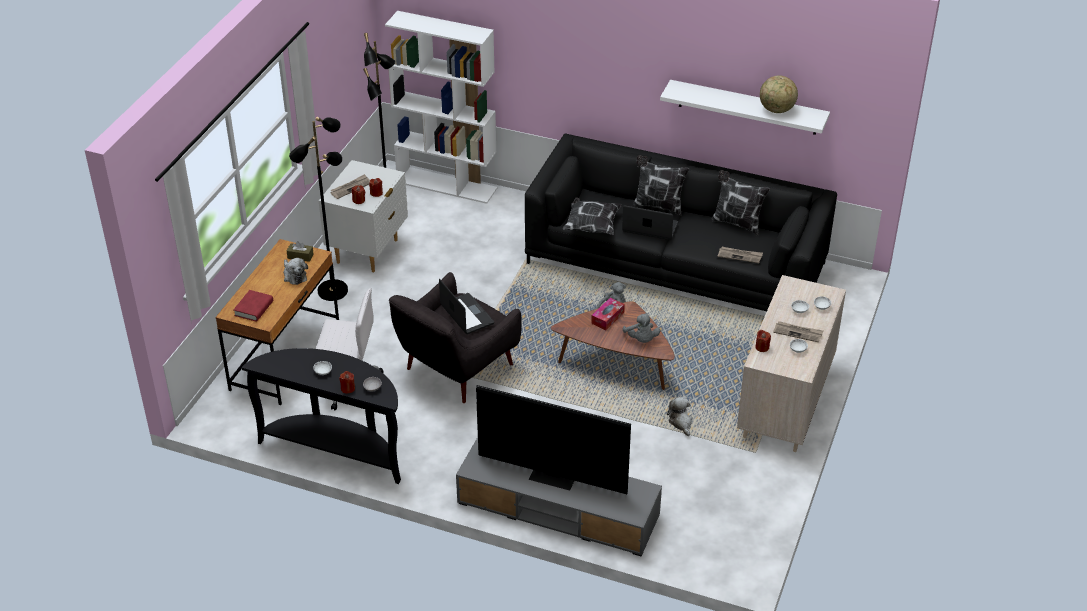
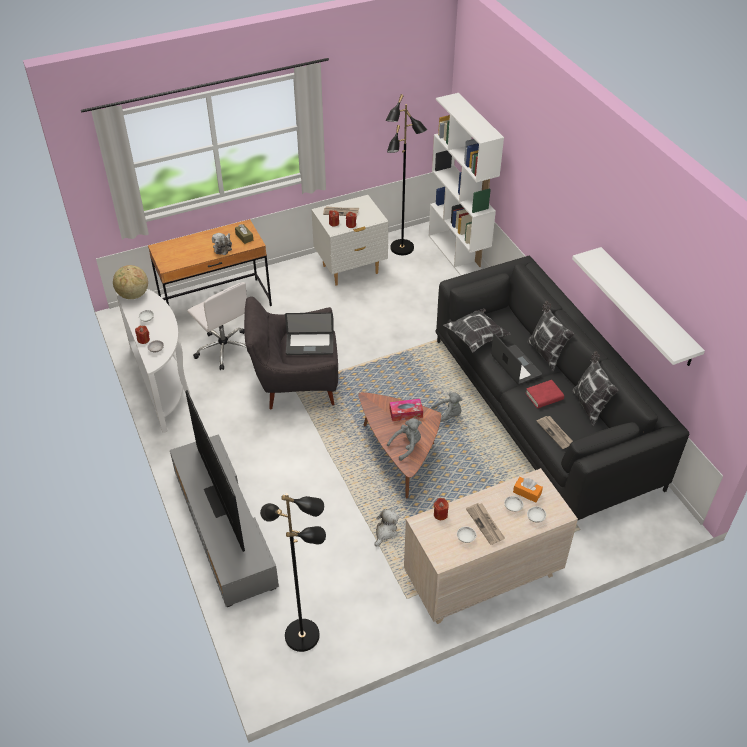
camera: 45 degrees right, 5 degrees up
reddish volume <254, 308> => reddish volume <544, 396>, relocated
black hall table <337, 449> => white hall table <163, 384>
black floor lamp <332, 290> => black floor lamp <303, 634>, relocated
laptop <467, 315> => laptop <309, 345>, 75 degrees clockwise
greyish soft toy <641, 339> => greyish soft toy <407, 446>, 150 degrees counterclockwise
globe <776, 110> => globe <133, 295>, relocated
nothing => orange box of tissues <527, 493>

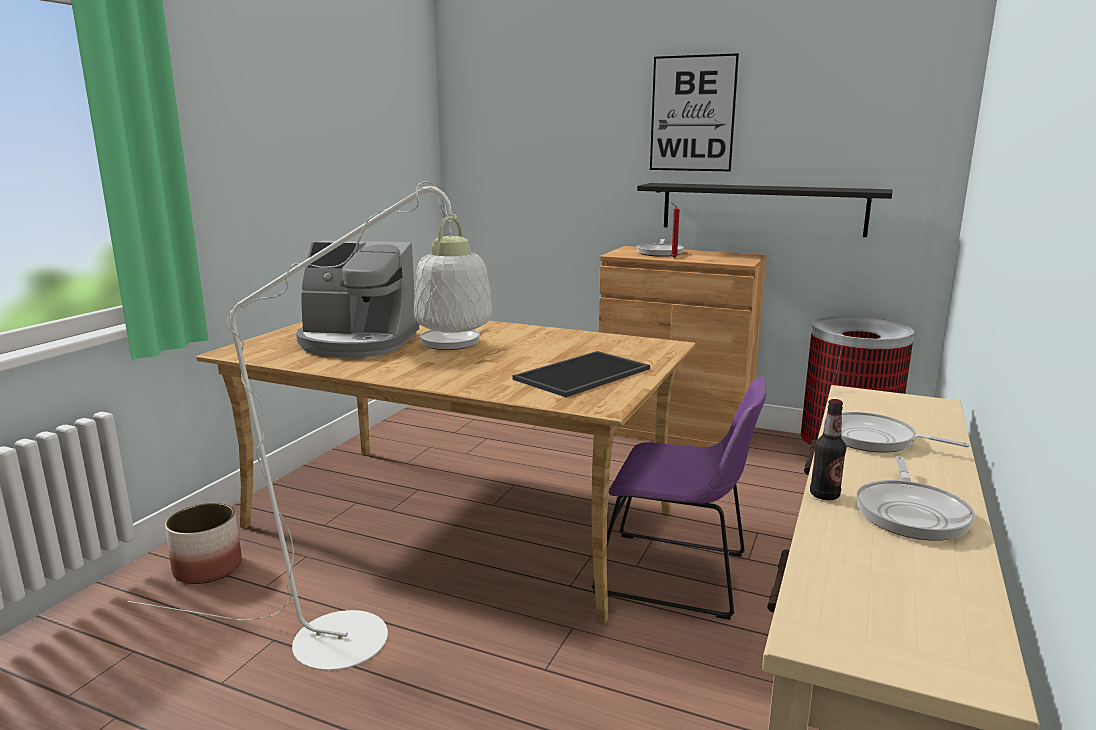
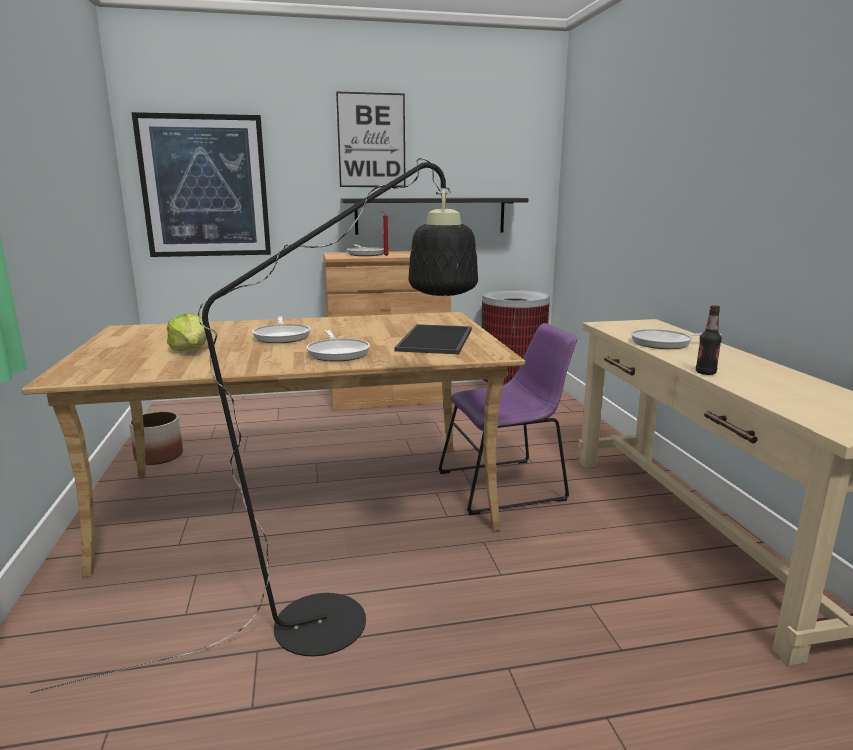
camera: 35 degrees left, 0 degrees up
white floor lamp <364, 642> => black floor lamp <344, 616>
planter <208, 568> => planter <159, 456>, relocated
coffee brewer <357, 342> => lettuce <191, 350>
frying pan <911, 513> => frying pan <338, 353>, relocated
nothing => wall art <205, 187>

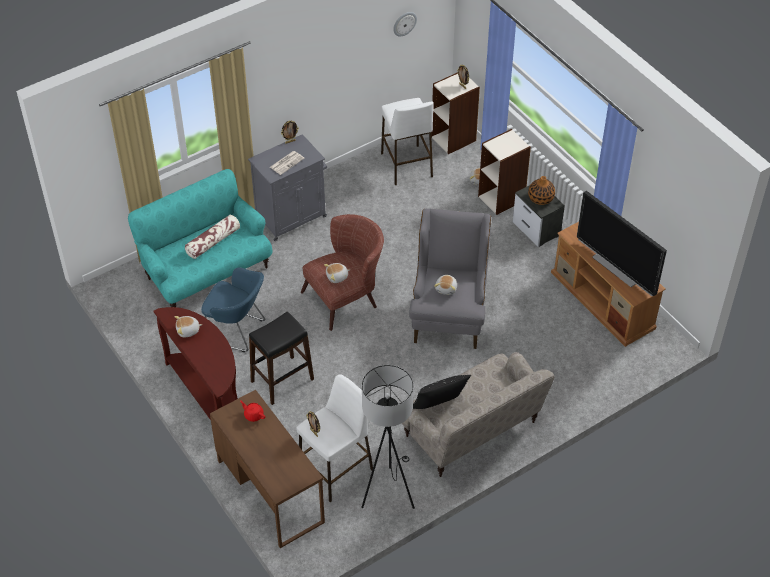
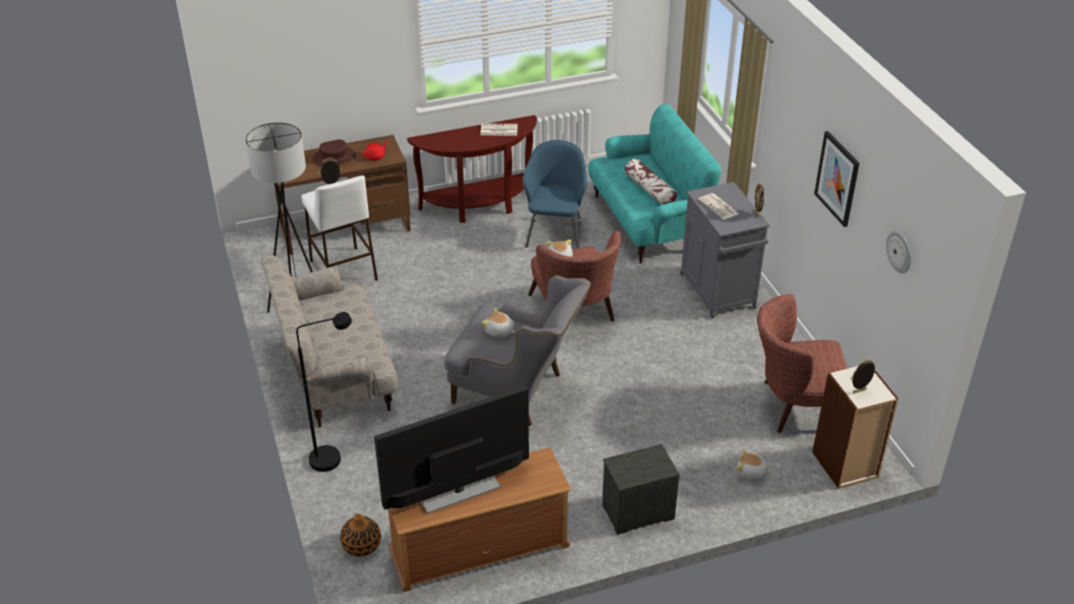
camera: 105 degrees right, 10 degrees down
soft toy <188, 331> => newspaper <498, 130>
blue-coloured easy chair <237, 331> => blue-coloured easy chair <555, 233>, 150 degrees clockwise
black stool <282, 380> => nothing
white stool <406, 165> => brownish easy chair <795, 406>
black cushion <439, 407> => nothing
bookshelf <502, 198> => nothing
vase <541, 198> => vase <361, 545>, relocated
nothing => black floor lamp <333, 457>
nothing => brownish wearable hat <334, 158>
nothing => wall art <837, 178>

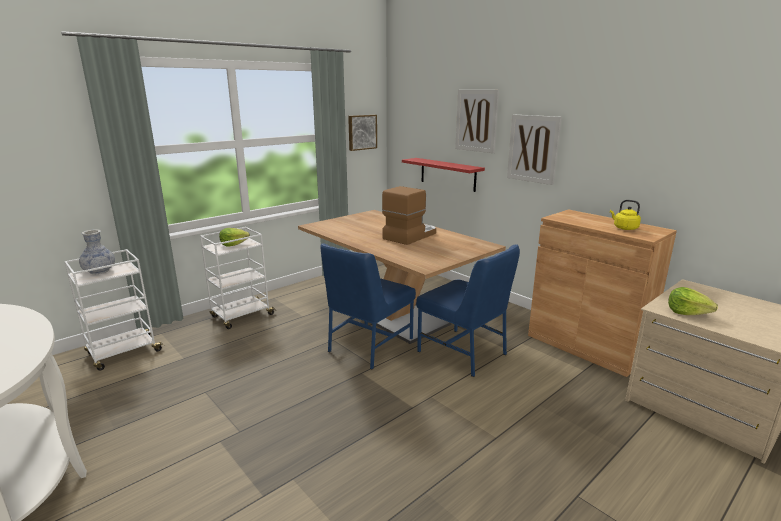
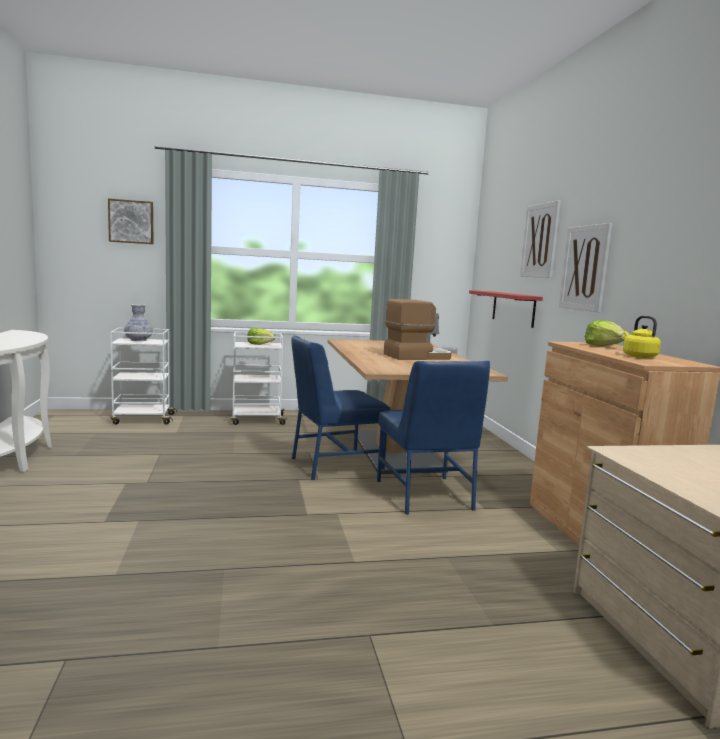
camera: 30 degrees right, 10 degrees down
wall art <362, 132> => wall art <131, 222>, relocated
lettuce <687, 312> => lettuce <603, 346>, relocated

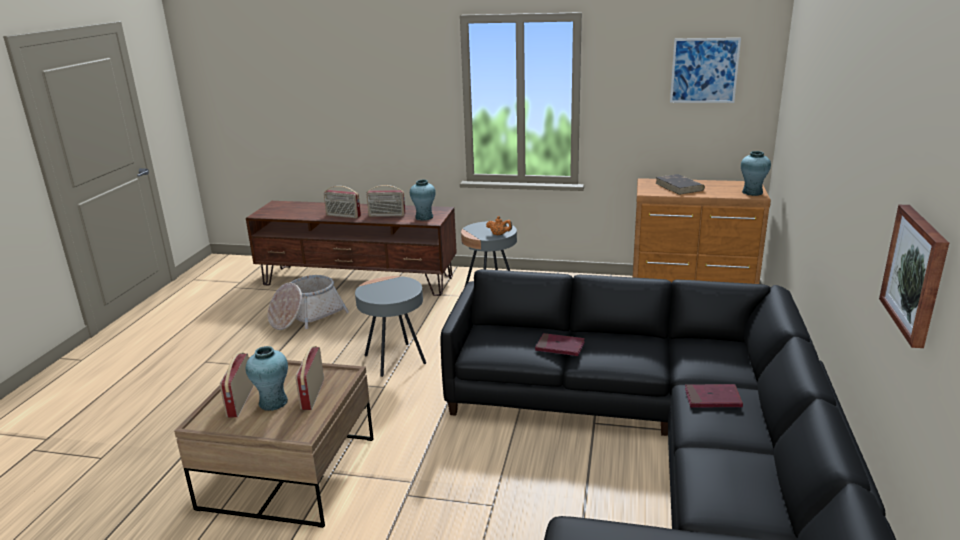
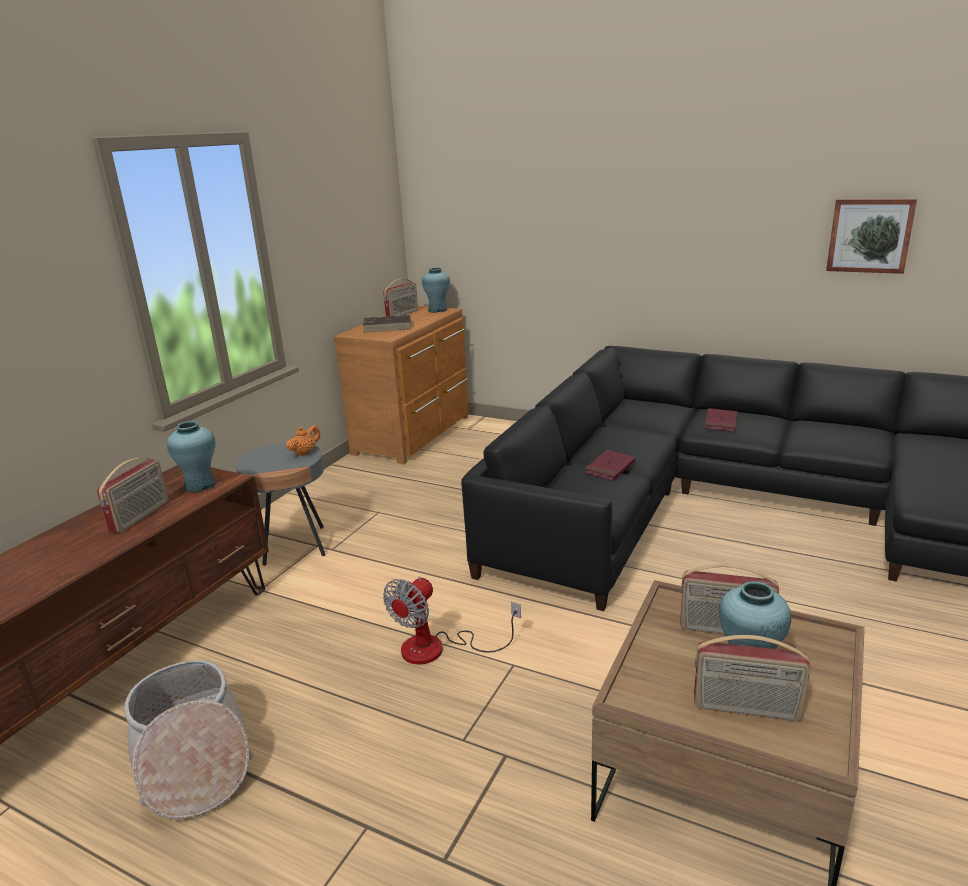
camera: 75 degrees left, 0 degrees up
radio receiver <343, 216> => radio receiver <402, 314>, relocated
greyish accent table <395, 359> => electric fan <438, 648>
wall art <704, 70> => nothing

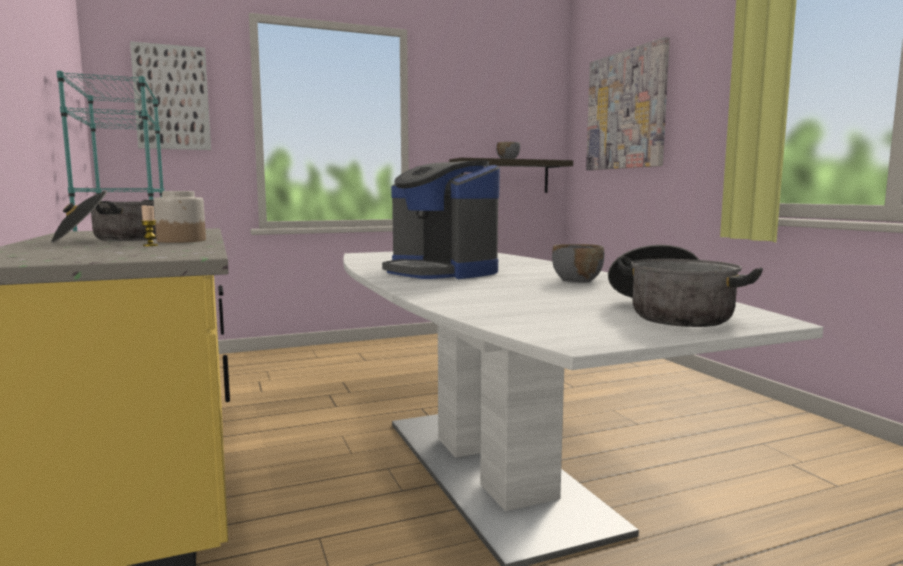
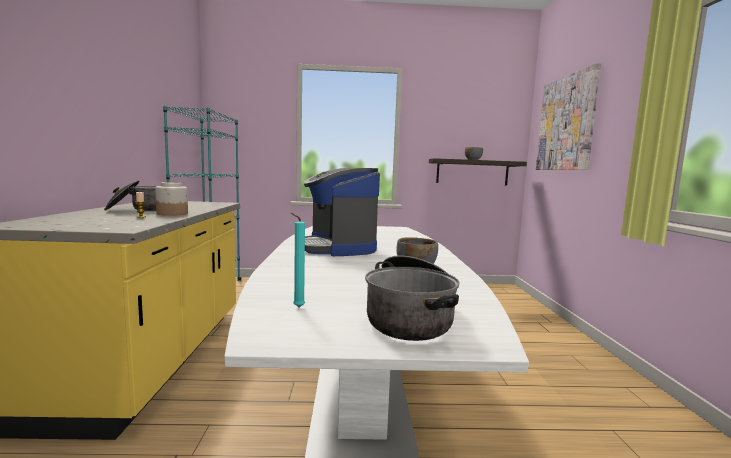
camera: 20 degrees right, 0 degrees up
wall art <172, 98> => nothing
nothing => turquoise wax light <297, 308>

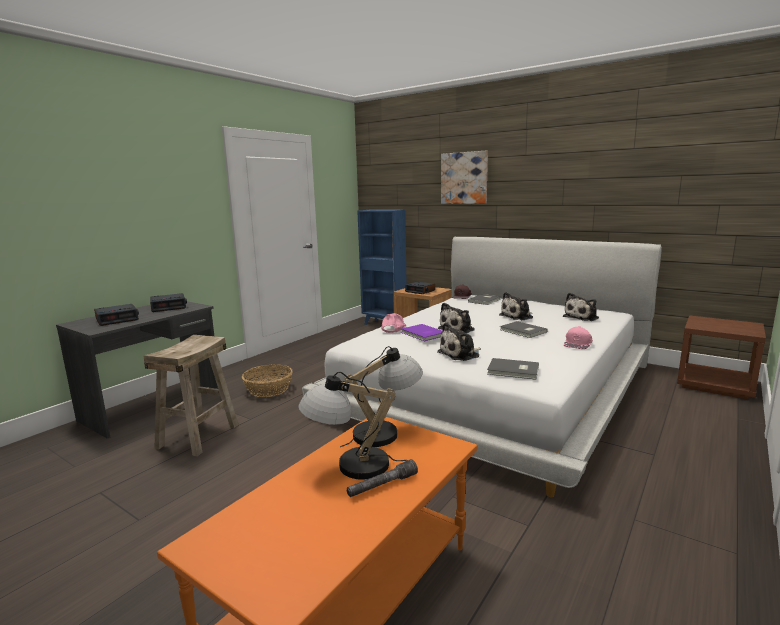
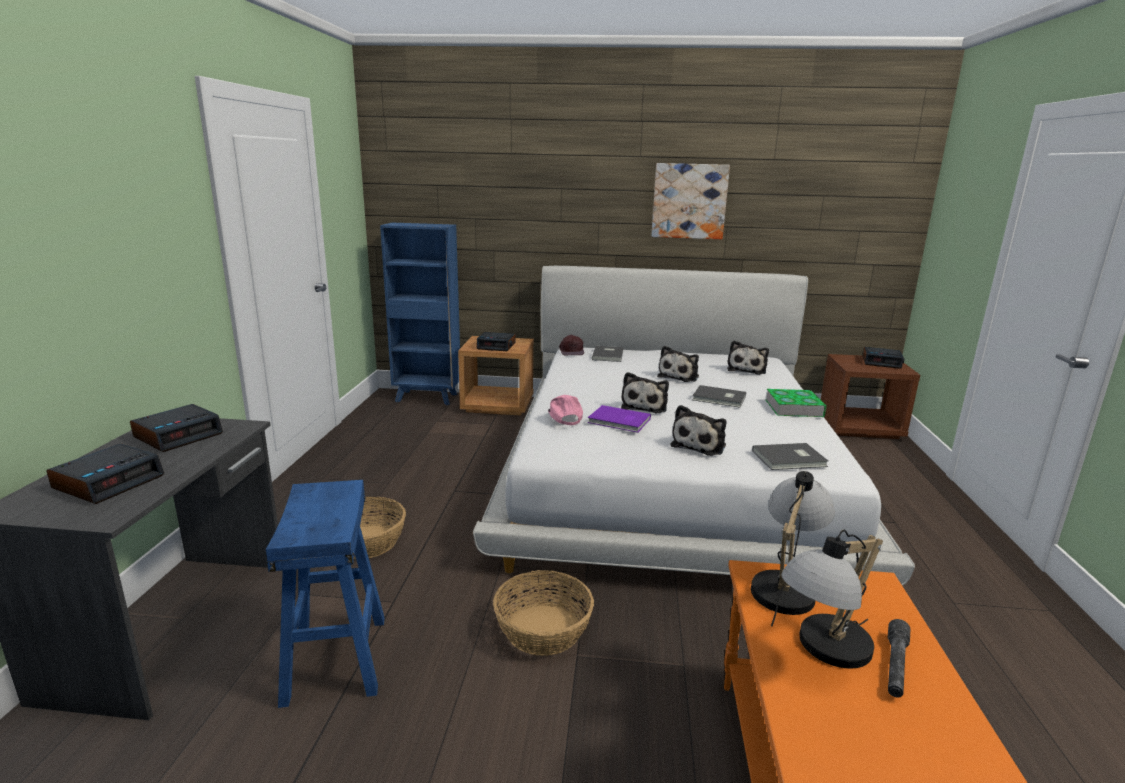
camera: 30 degrees left, 5 degrees up
sand-coloured stool <198, 436> => blue-coloured stool <337, 658>
wall art <464, 178> => wall art <689, 201>, relocated
pinkish cap <578, 344> => volume <794, 408>
nothing => household basket <542, 629>
nothing => table clock <881, 362>

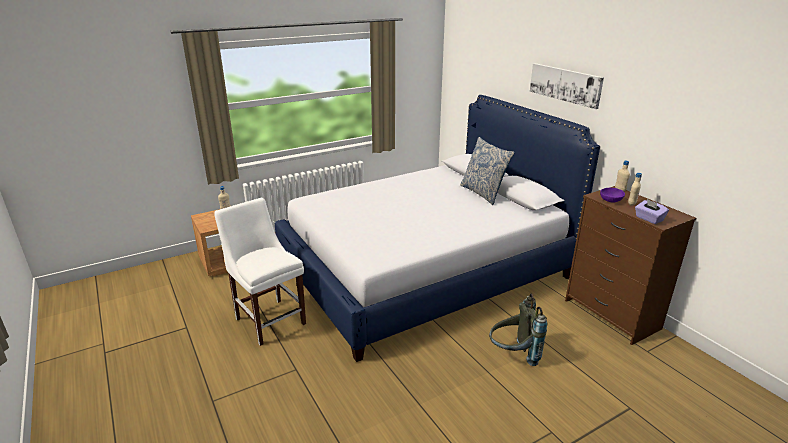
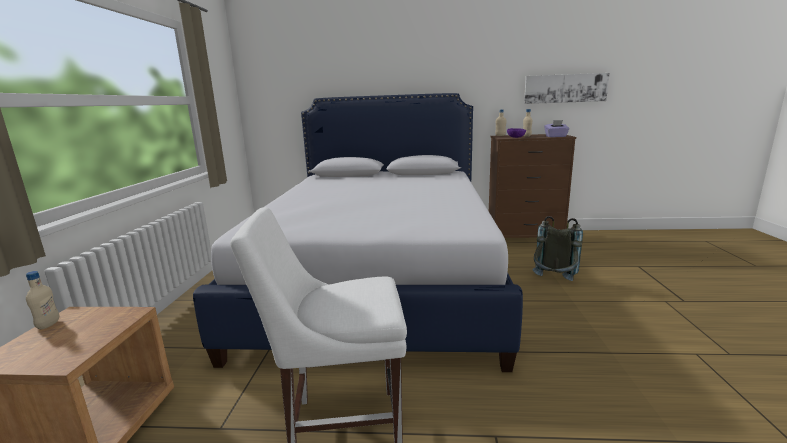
camera: 55 degrees left, 10 degrees down
cushion <483, 193> => nothing
wall art <565, 84> => wall art <565, 88>, relocated

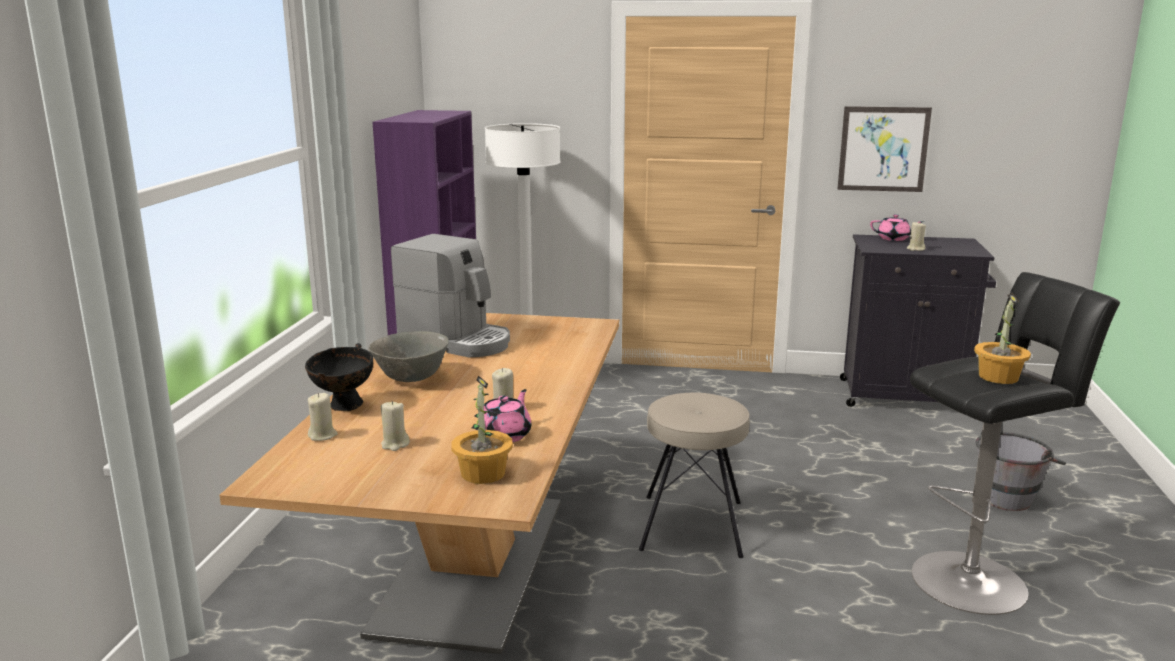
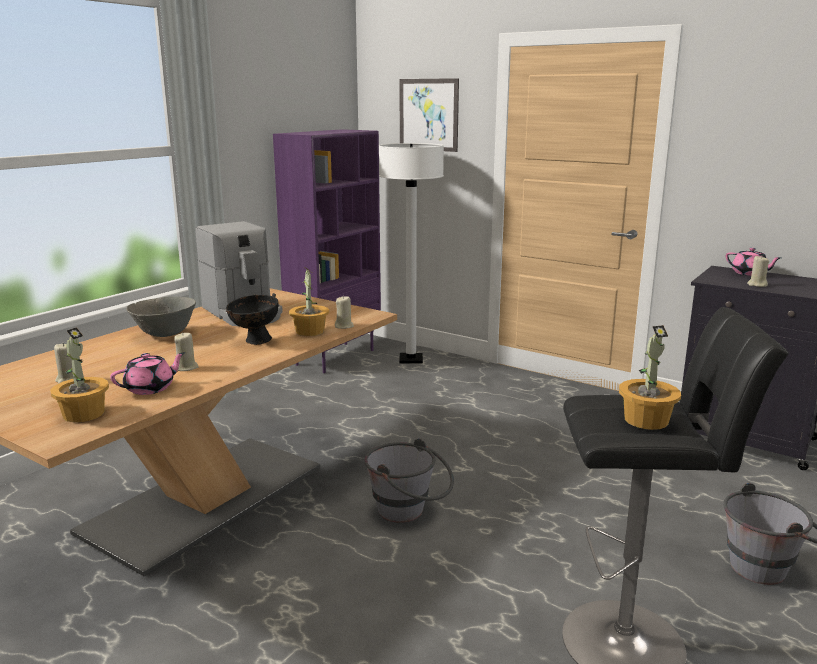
camera: 25 degrees right, 0 degrees up
black serving bowl <343, 408> => black serving bowl <254, 342>, relocated
sand-coloured wax light <323, 435> => sand-coloured wax light <344, 326>, relocated
sand-coloured stool <693, 525> => greyish water bucket <409, 512>
wall art <883, 149> => wall art <428, 115>, relocated
nothing => houseplant <309, 331>

